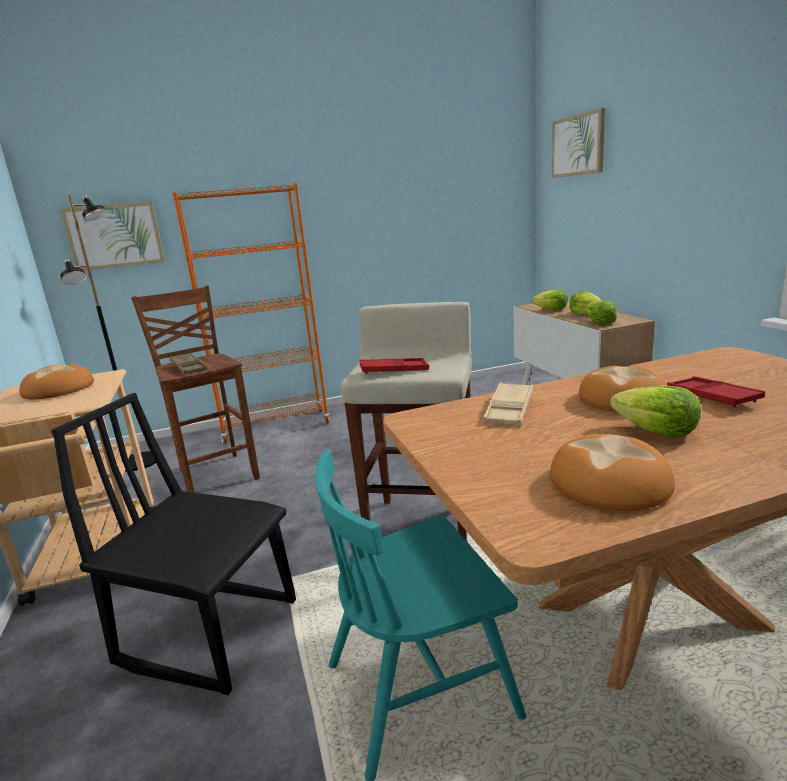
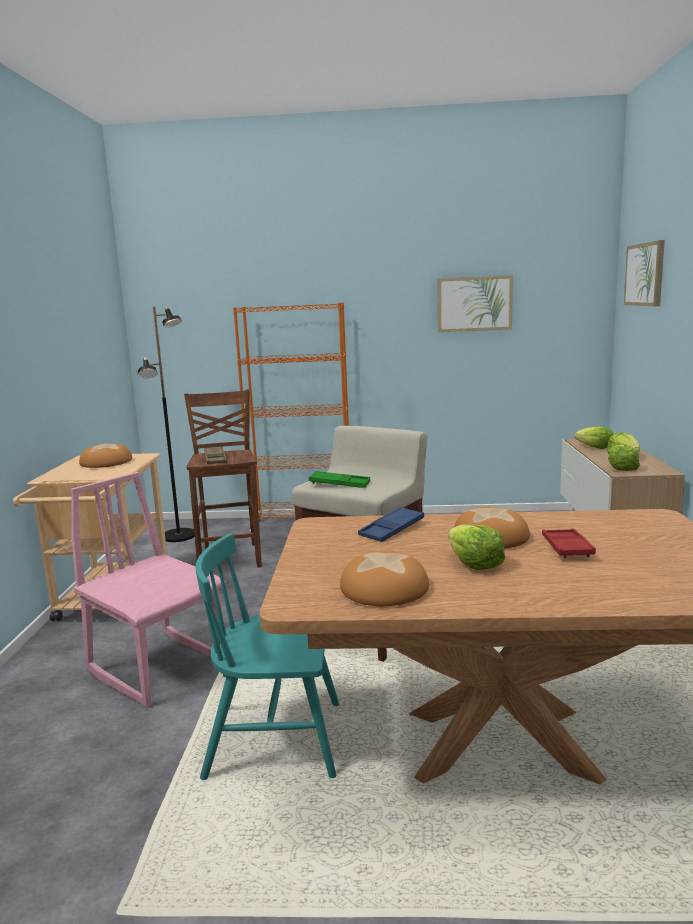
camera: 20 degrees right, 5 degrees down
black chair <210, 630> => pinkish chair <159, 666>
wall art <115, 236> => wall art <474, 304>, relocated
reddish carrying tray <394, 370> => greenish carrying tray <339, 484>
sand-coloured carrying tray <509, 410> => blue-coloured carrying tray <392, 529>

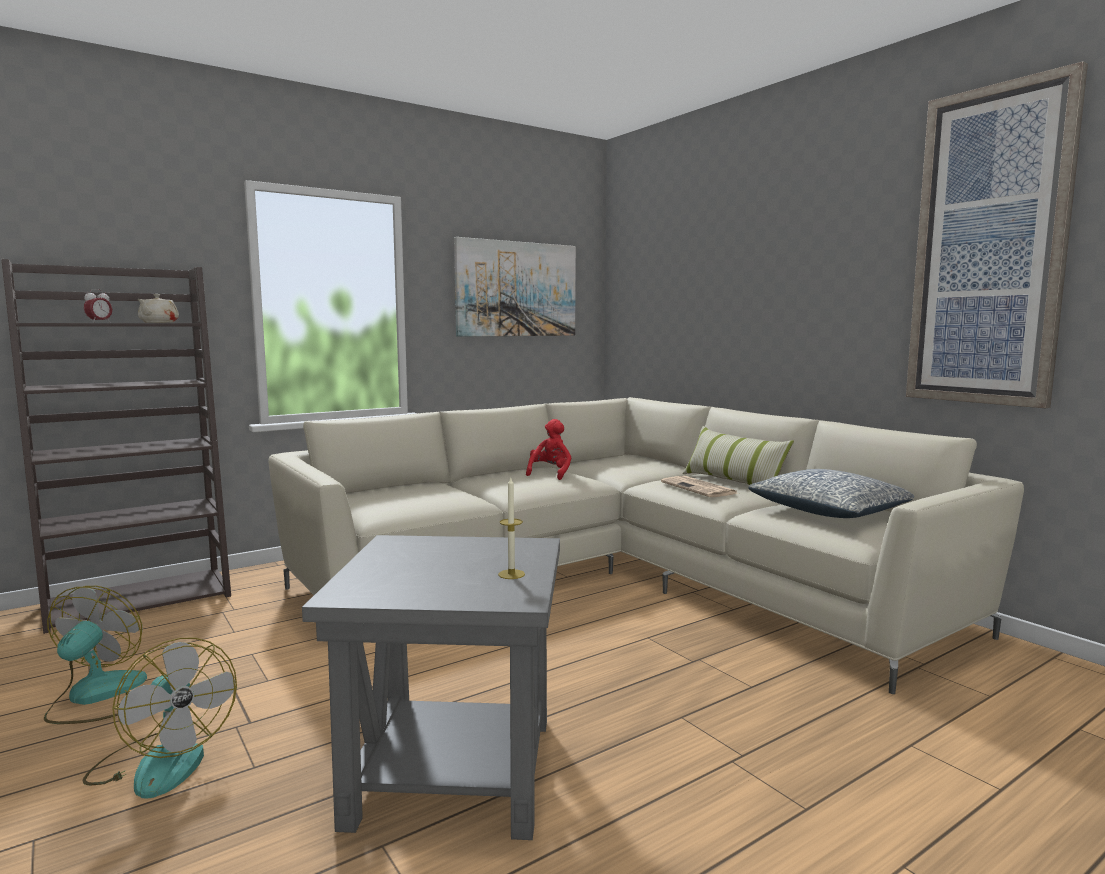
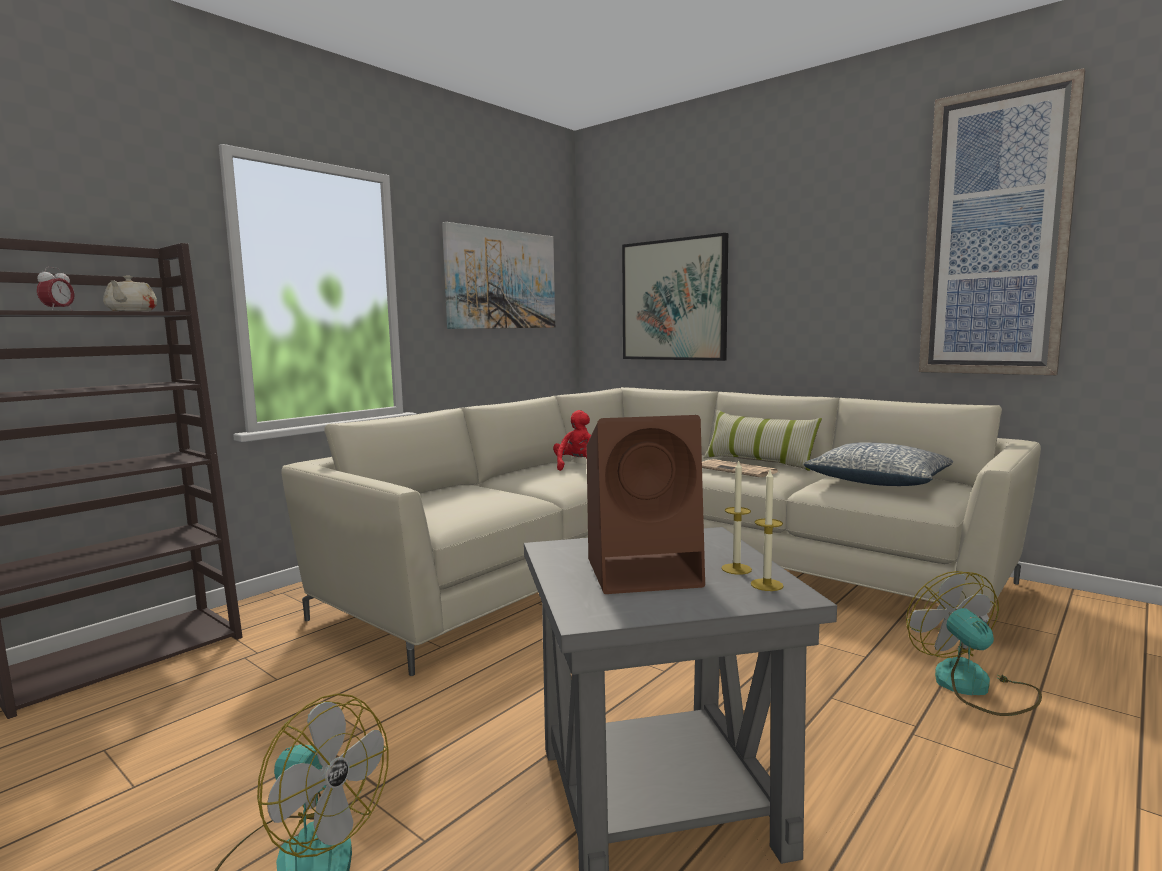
camera: 15 degrees left, 0 degrees up
electric fan <96, 697> => electric fan <974, 687>, relocated
nothing => brownish speaker <646, 572>
nothing => wall art <674, 300>
nothing => wax light <766, 585>

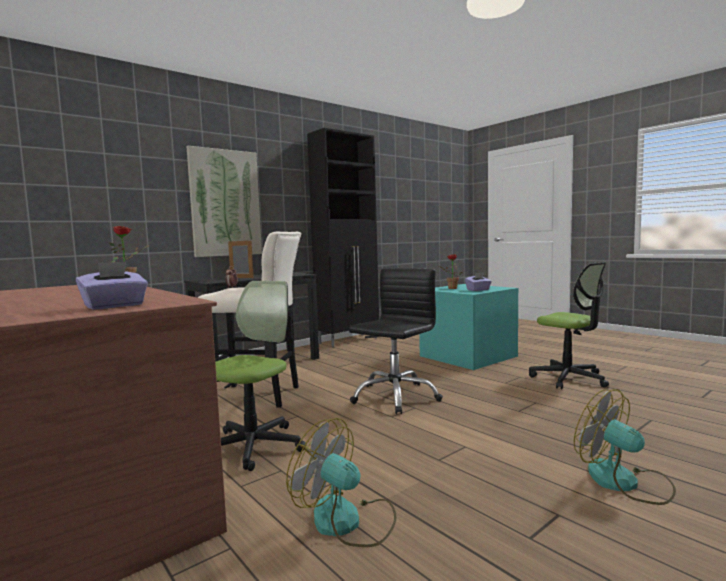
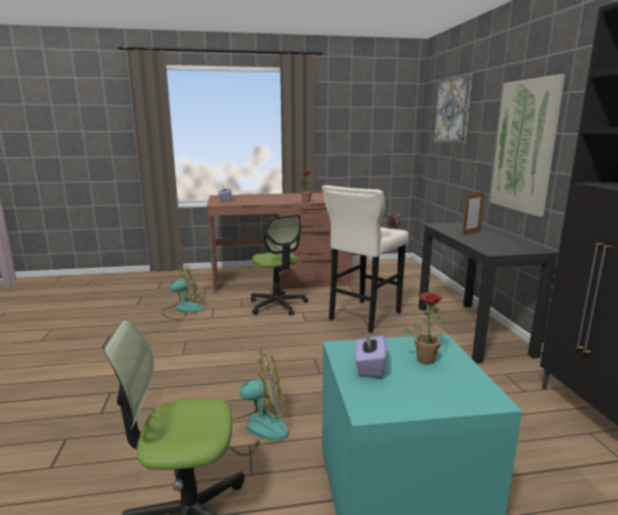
camera: 120 degrees right, 10 degrees up
black computer chair <395, 397> => nothing
electric fan <624, 482> => electric fan <256, 429>, relocated
nothing => wall art <453, 110>

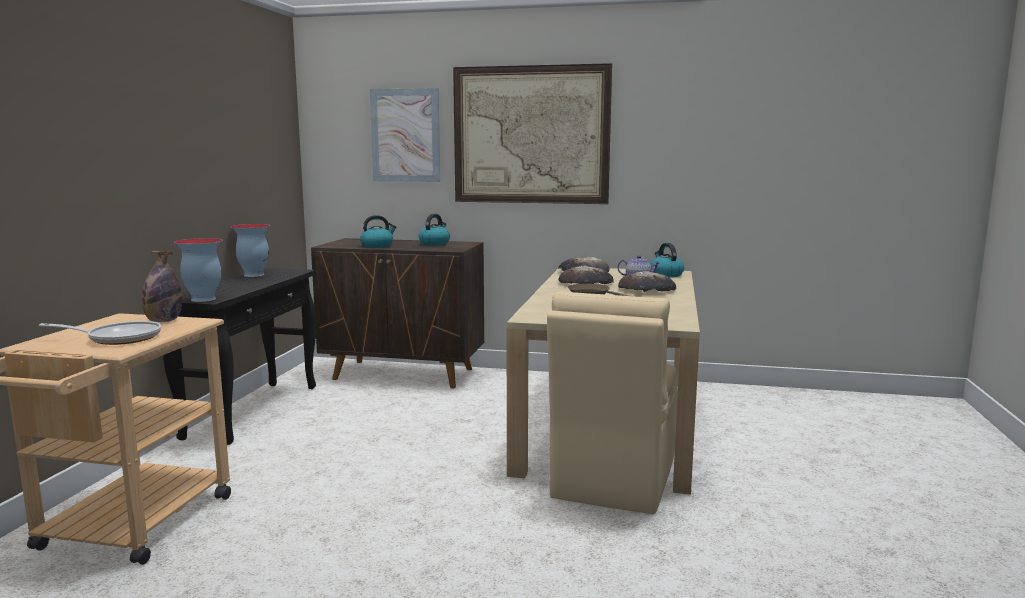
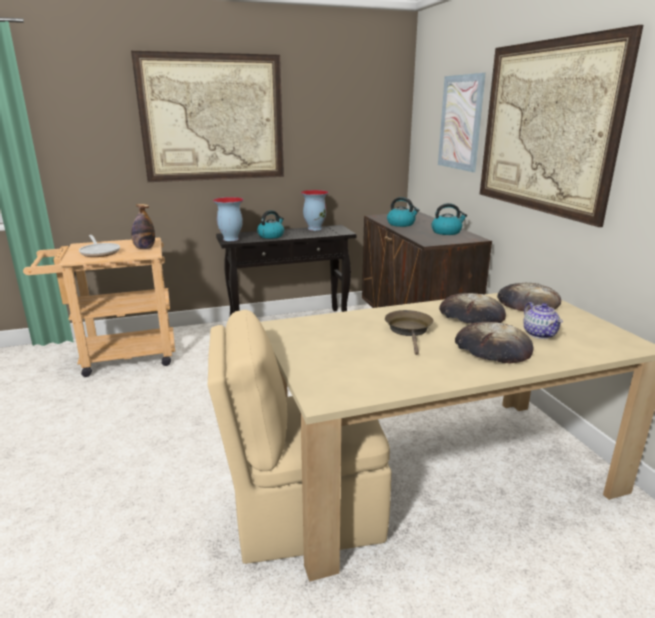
camera: 60 degrees right, 10 degrees up
water kettle <665, 275> => water kettle <271, 236>, relocated
nothing => wall art <213, 118>

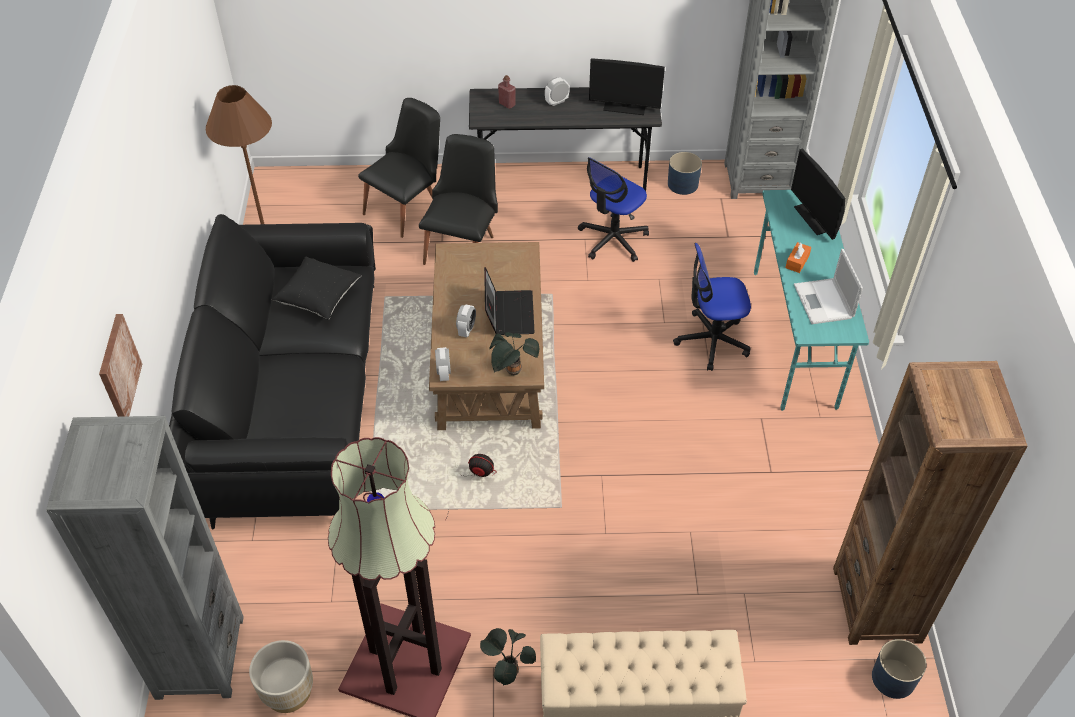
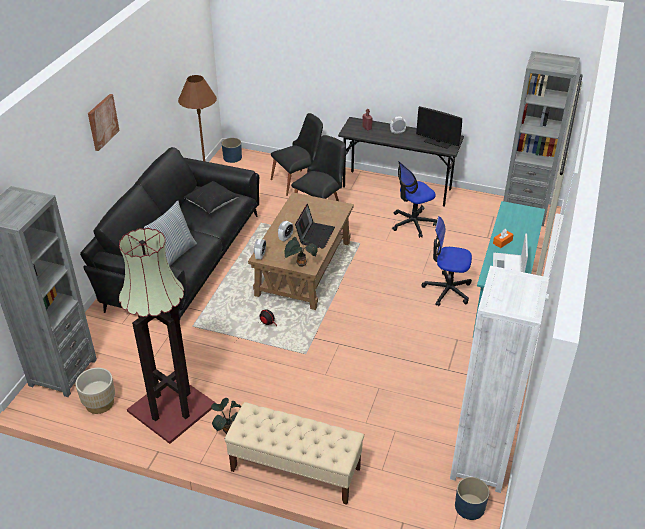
camera: 20 degrees right, 10 degrees down
wall art <118, 368> => wall art <102, 122>, relocated
blue-coloured planter <683, 184> => blue-coloured planter <232, 158>, relocated
computer screen <813, 218> => nothing
brownish bookshelf <877, 604> => white bookshelf <480, 462>
nothing => cushion <174, 254>

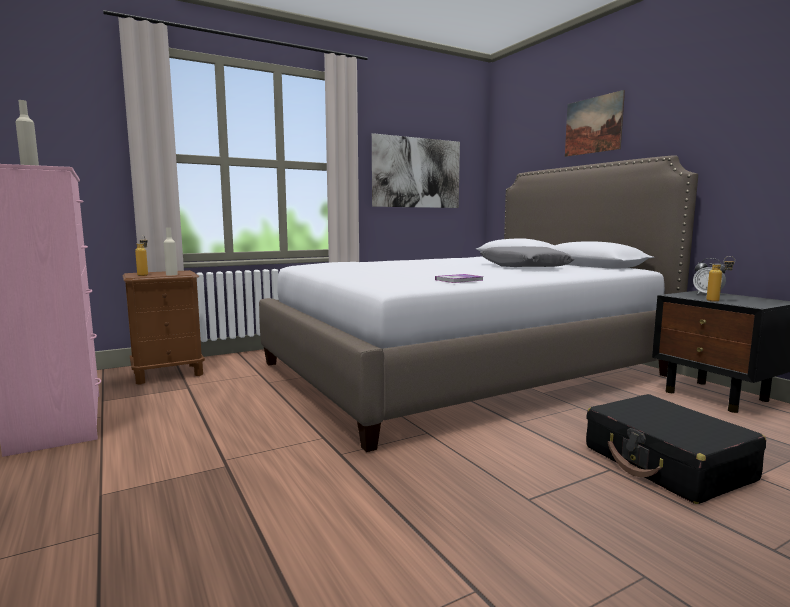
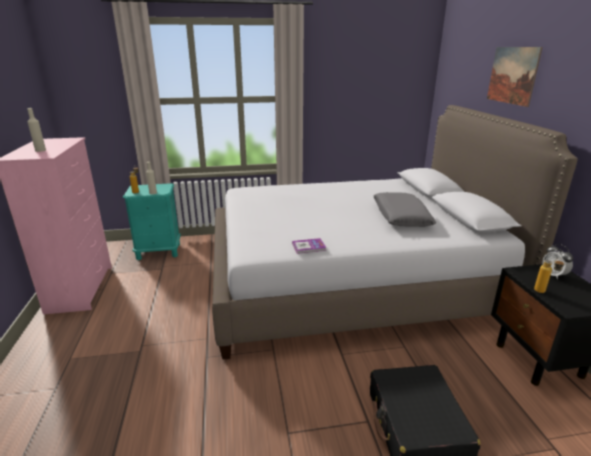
camera: 20 degrees right, 15 degrees up
brownish bedside table <168, 373> => turquoise bedside table <159, 251>
wall art <416, 173> => nothing

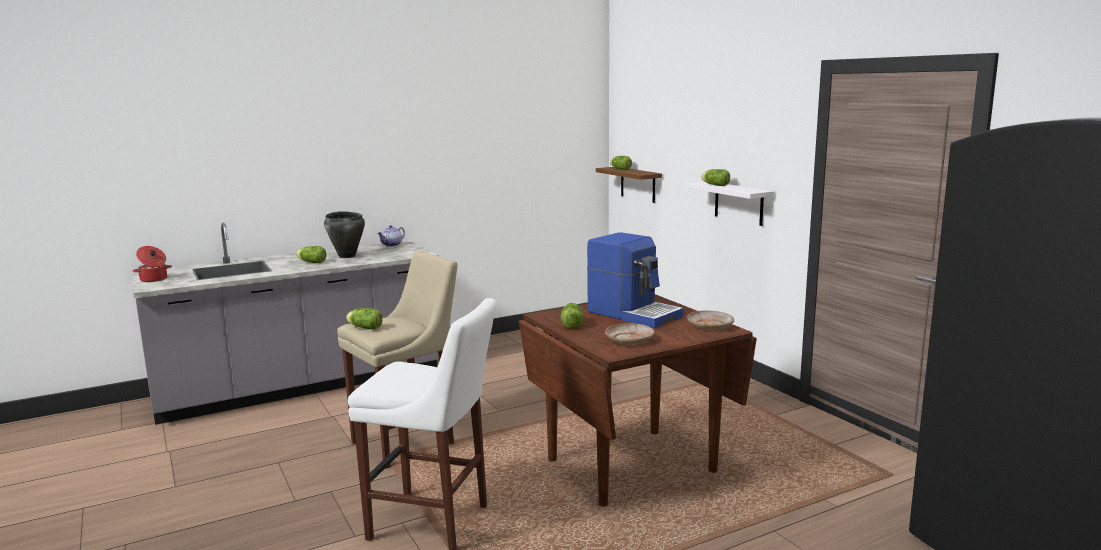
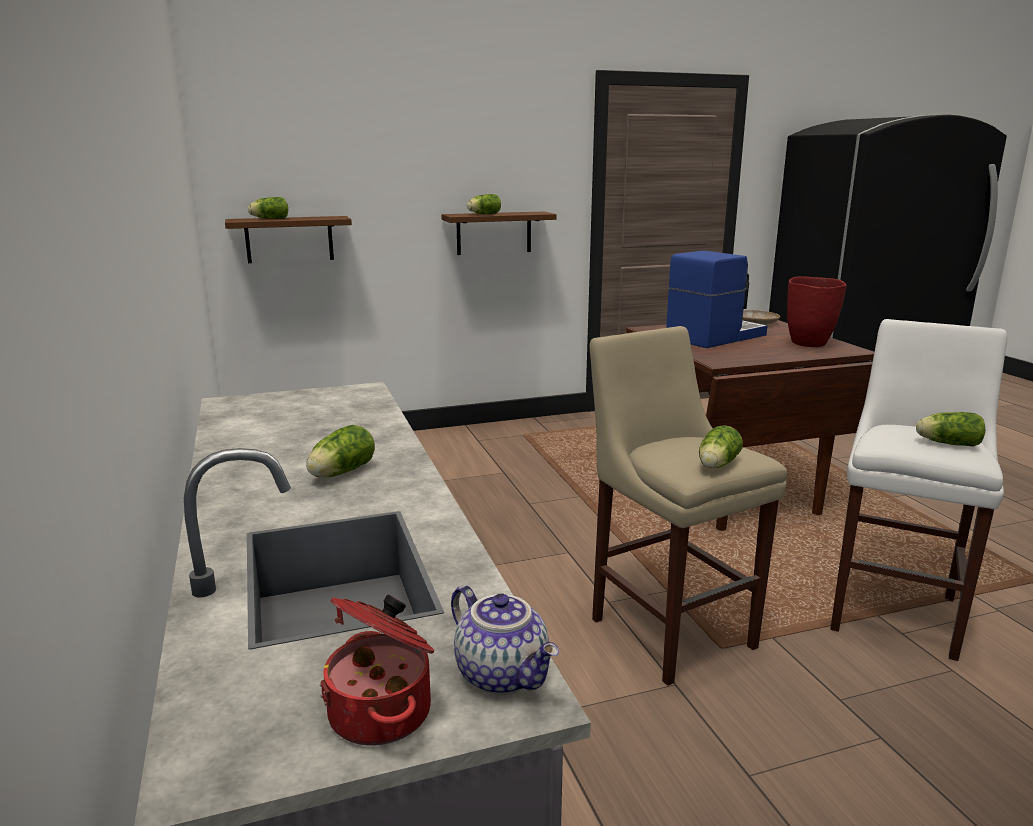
camera: 80 degrees left, 5 degrees up
black stockpot <347, 256> => nothing
teapot <392, 245> => teapot <504, 674>, relocated
lettuce <572, 324> => lettuce <946, 443>, relocated
sand-coloured plate <629, 340> => reddish vase <809, 343>
white bracket shelf <738, 203> => brownish bracket shelf <494, 233>

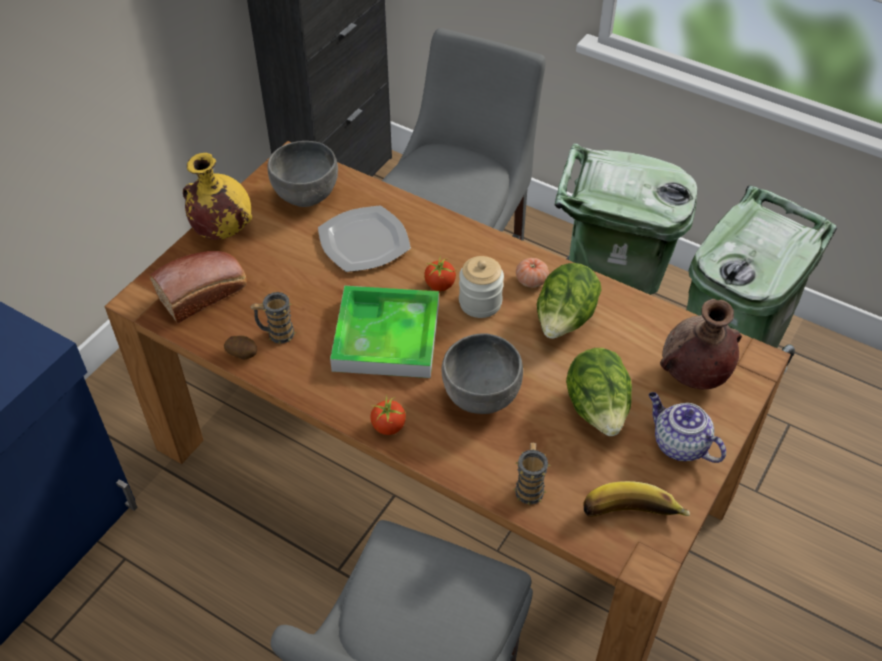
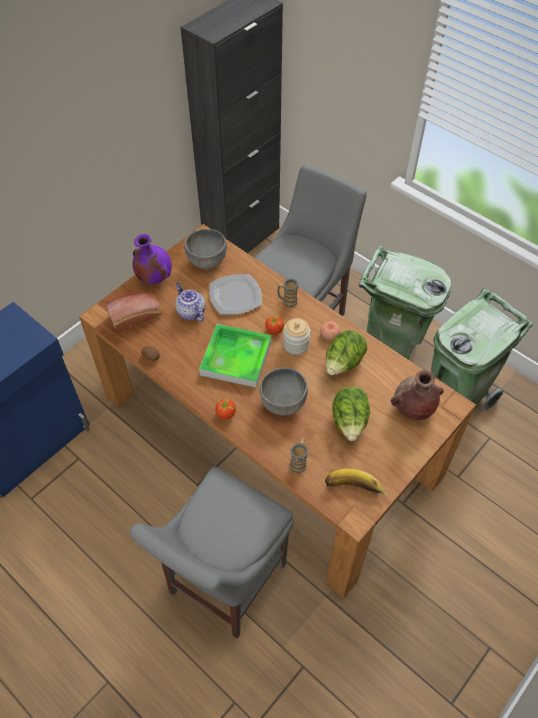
camera: 10 degrees right, 5 degrees up
yellowish vase <222, 230> => purple-coloured vase <153, 277>
coffee mug <276, 333> => coffee mug <287, 301>, relocated
teapot <678, 444> => teapot <190, 312>, relocated

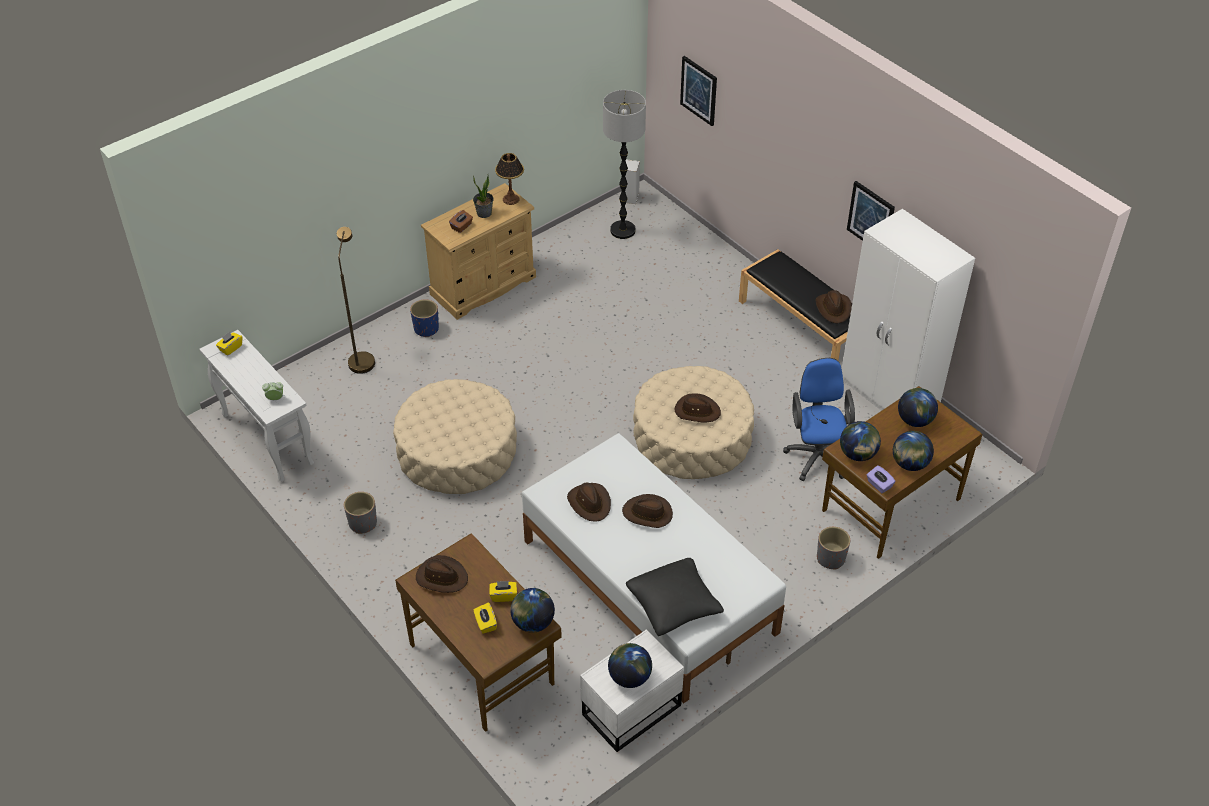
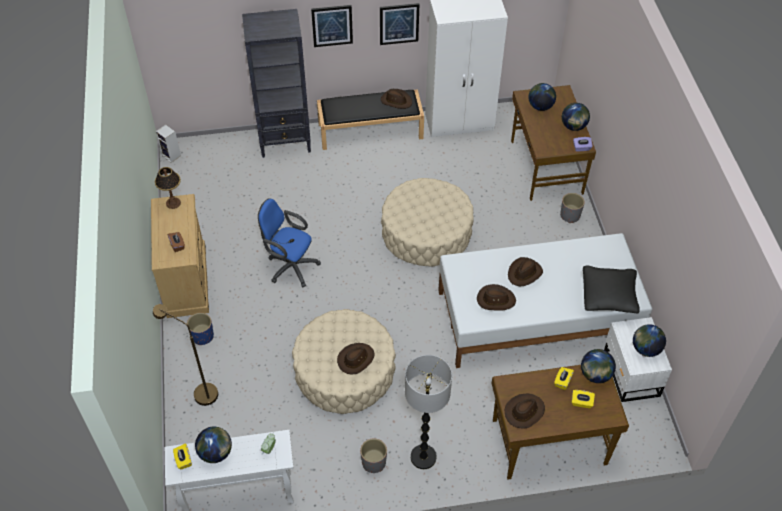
camera: 60 degrees left, 5 degrees up
houseplant <484, 213> => nothing
floor lamp <623, 230> => floor lamp <423, 457>, relocated
brownish wearable hat <697, 411> => brownish wearable hat <356, 359>, relocated
wall art <699, 90> => wall art <332, 25>, relocated
blue-coloured computer chair <816, 454> => blue-coloured computer chair <290, 266>, relocated
globe <858, 454> => globe <216, 453>, relocated
nothing => black bookshelf <285, 141>

